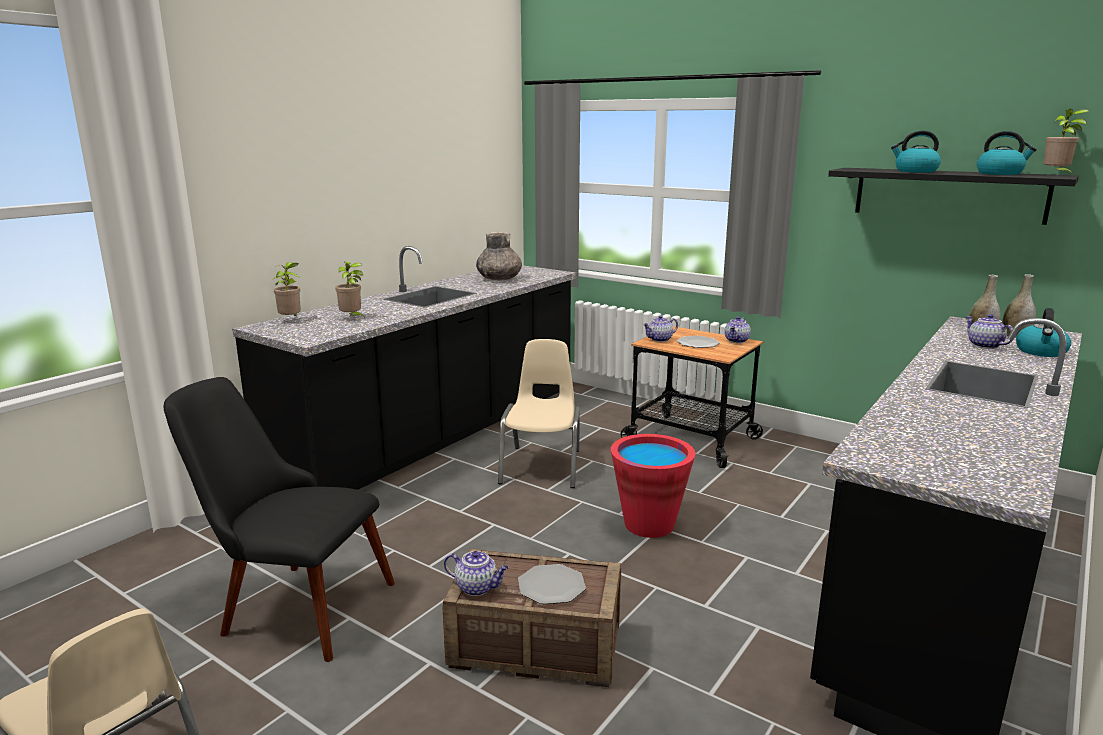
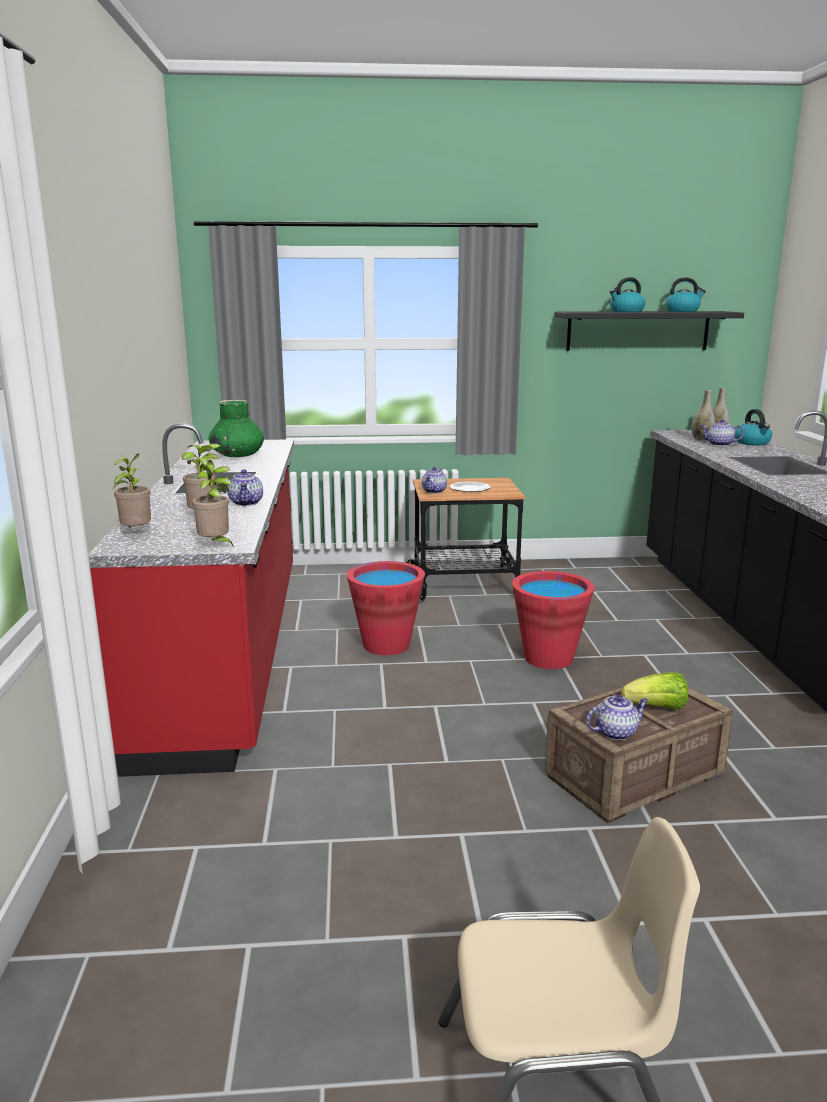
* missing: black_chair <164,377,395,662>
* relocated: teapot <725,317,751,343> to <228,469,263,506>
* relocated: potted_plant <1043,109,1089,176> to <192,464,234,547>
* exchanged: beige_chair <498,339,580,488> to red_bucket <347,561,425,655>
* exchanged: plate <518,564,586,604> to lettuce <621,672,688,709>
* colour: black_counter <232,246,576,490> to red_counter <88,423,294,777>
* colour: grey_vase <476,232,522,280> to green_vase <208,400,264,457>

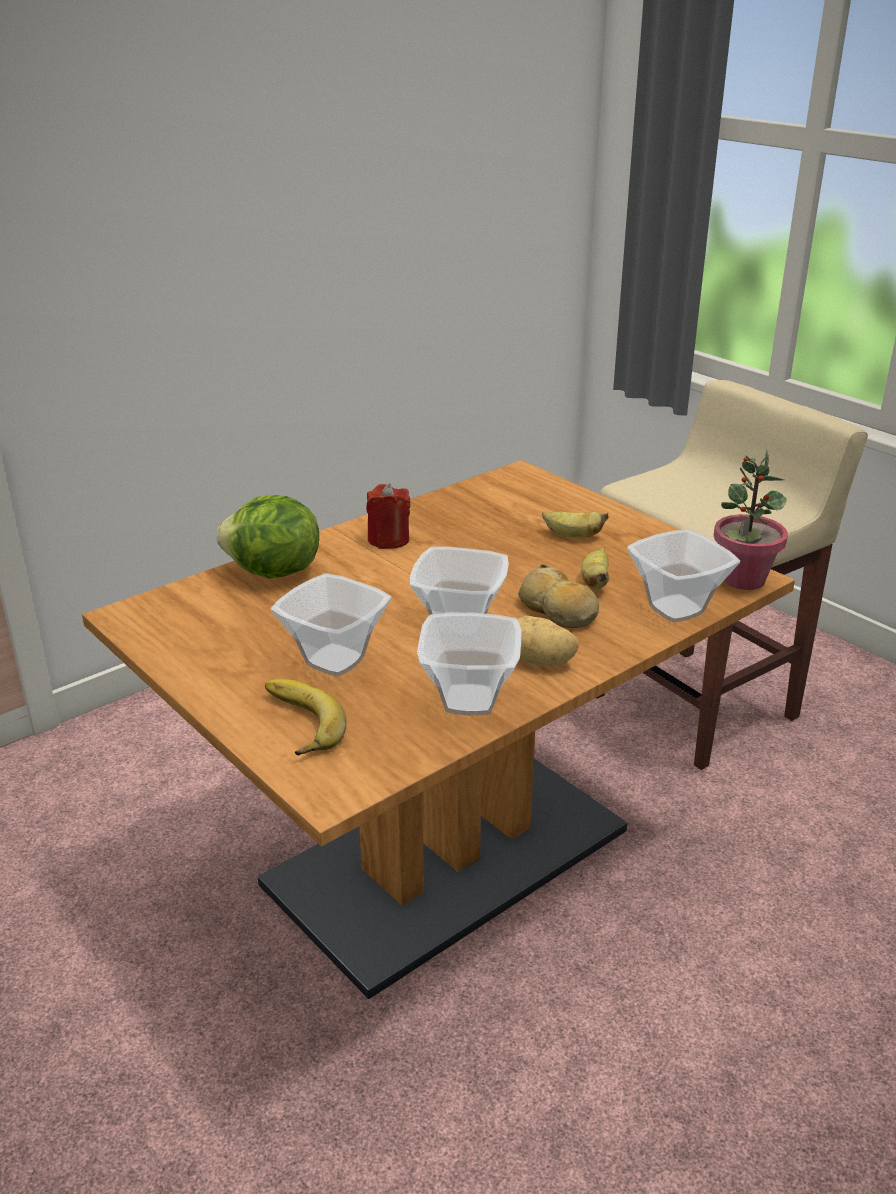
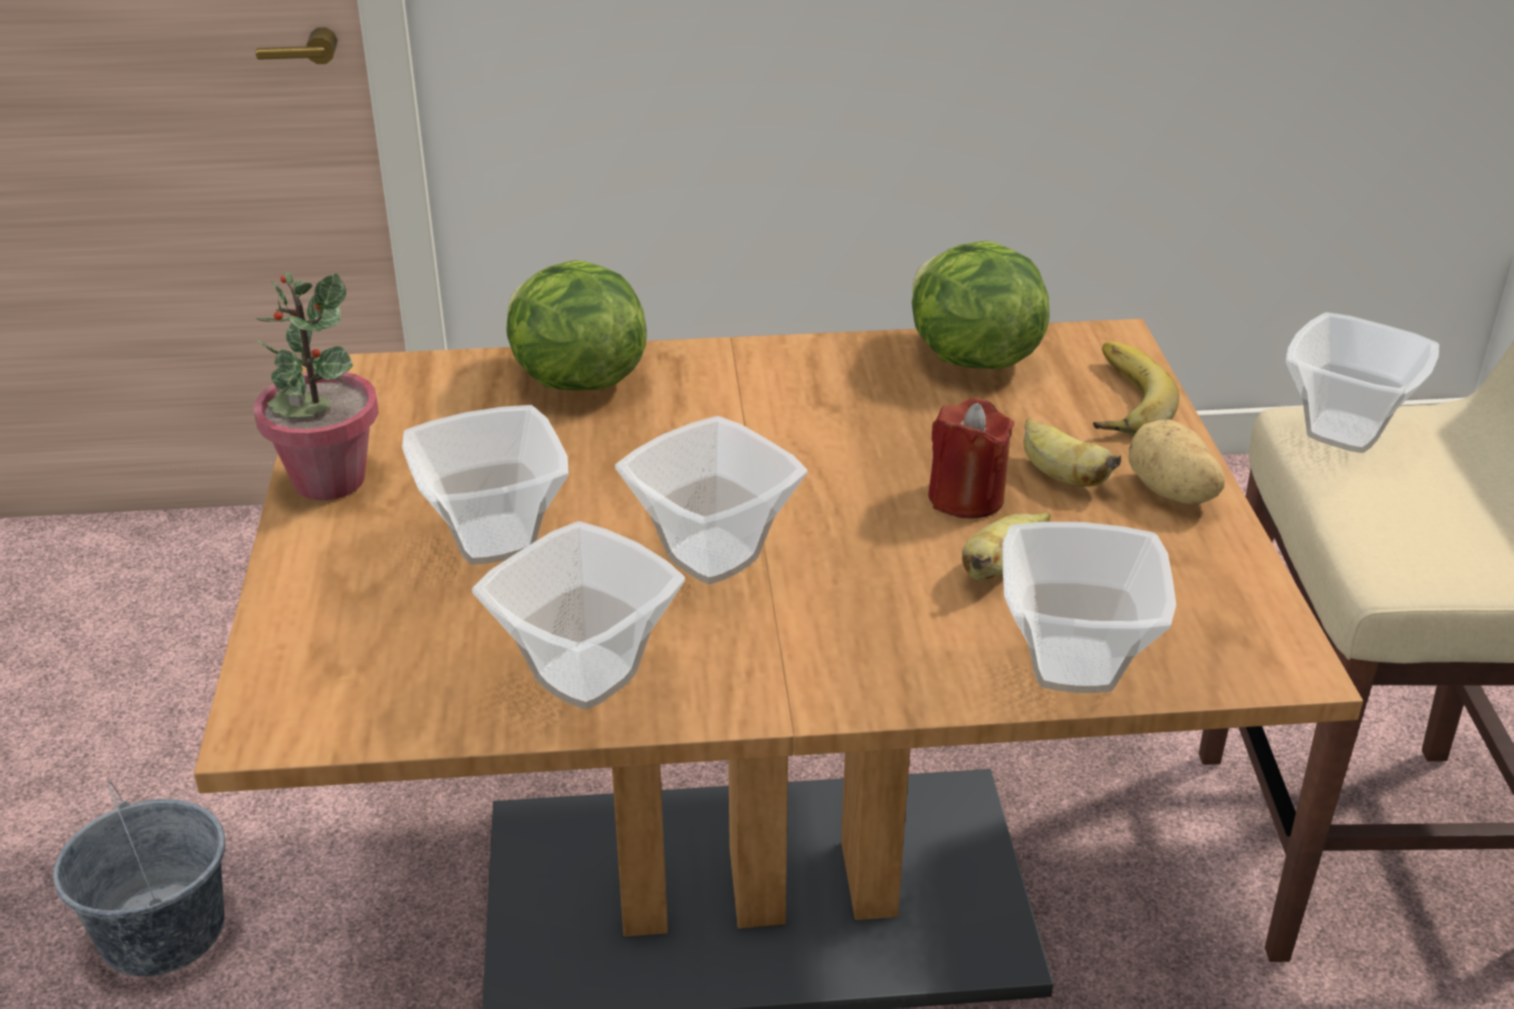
* missing: bread <518,564,599,628>
* appeared: grey_bucket <53,782,225,976>
* appeared: lettuce <912,241,1050,369>
* appeared: bowl <1286,312,1439,453>
* relocated: banana <265,679,346,756> to <1093,341,1179,436>
* relocated: red_candle <366,483,410,549> to <928,397,1014,519>
* relocated: potato <517,616,579,665> to <1129,419,1225,505>
* relocated: potted_plant <714,449,788,590> to <254,272,379,500>

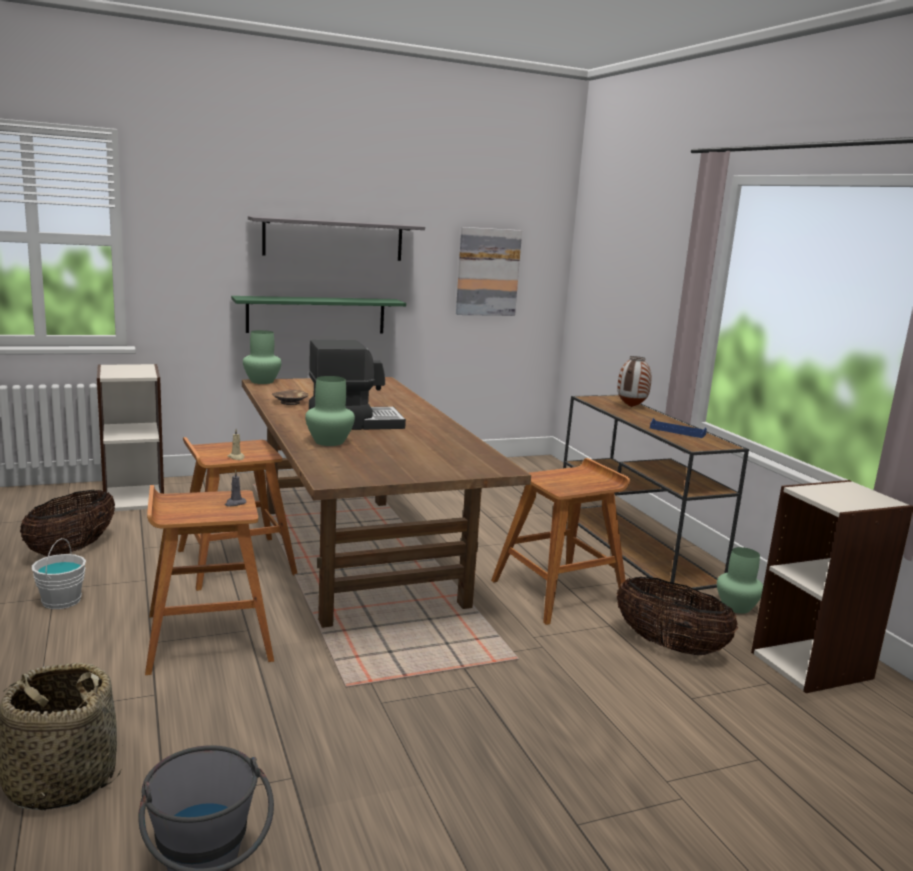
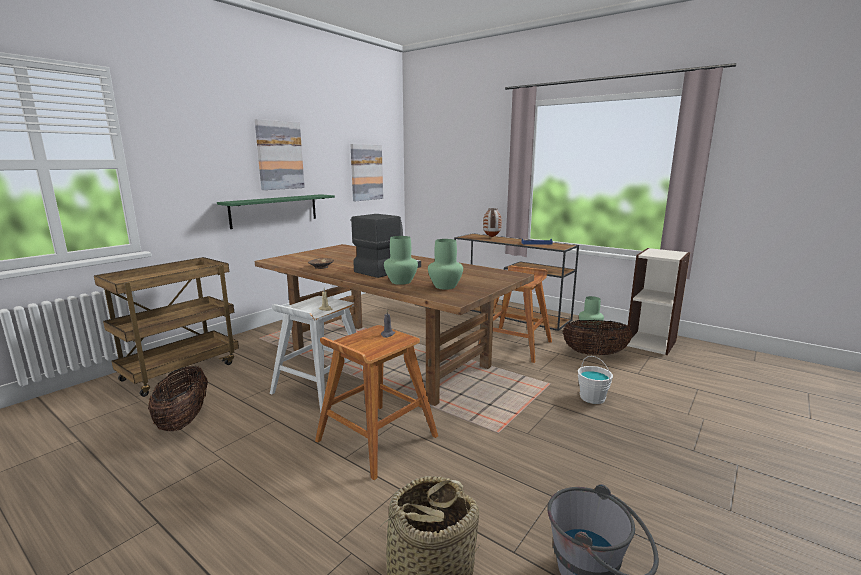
* relocated: white_bucket <32,538,86,609> to <578,356,613,404>
* relocated: green_vase <243,330,282,384> to <428,239,463,290>
* exchanged: bookcase <97,364,164,512> to brown_cart <94,257,239,397>
* exchanged: grey_shelf <248,216,425,261> to picture <255,119,305,190>
* colour: brown_stool <178,437,298,591> to white_stool <270,296,363,413>

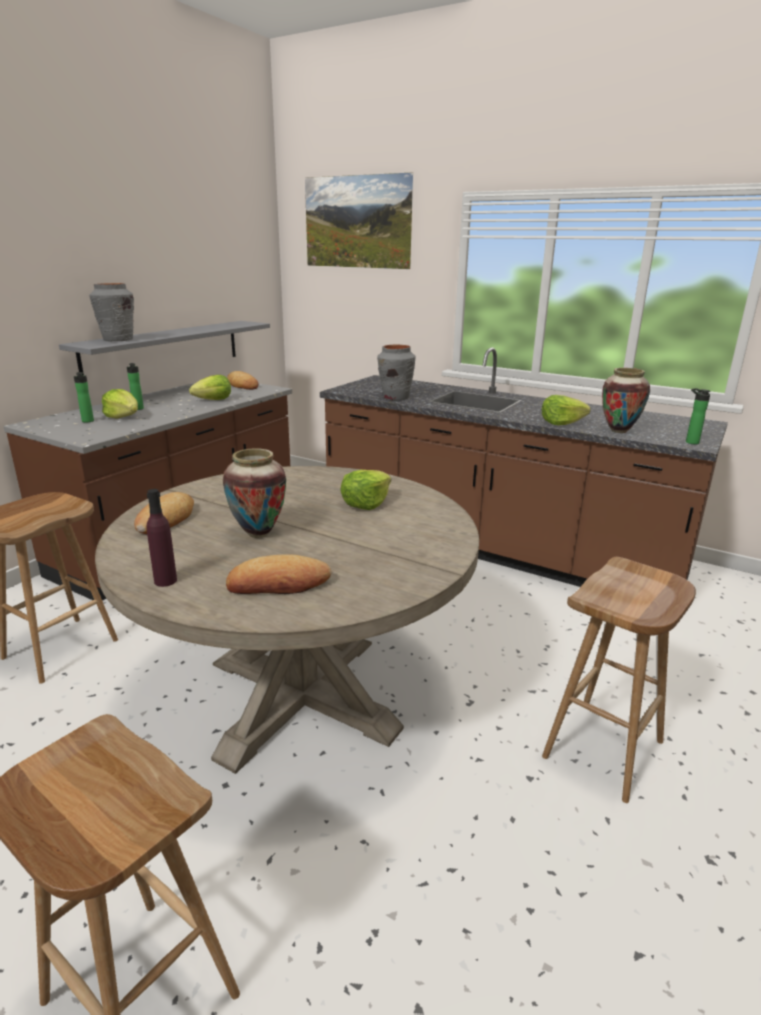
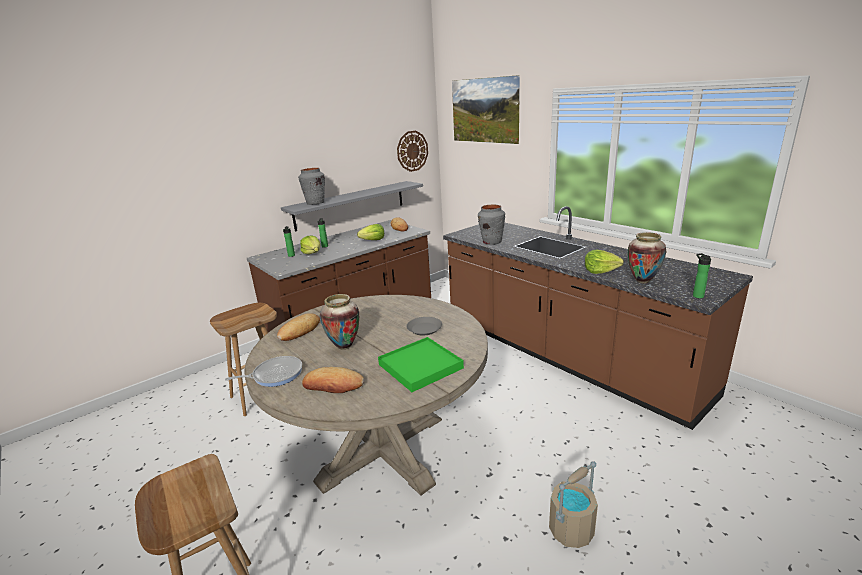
* appeared: green_tray <378,337,464,392>
* appeared: wall_clock <397,131,428,172>
* exchanged: purple_bottle <147,489,177,587> to frying_pan <225,356,302,387>
* exchanged: lettuce <340,470,391,510> to grey_plate <406,317,442,336>
* exchanged: brown_stool <542,557,696,803> to beige_bucket <549,461,598,548>

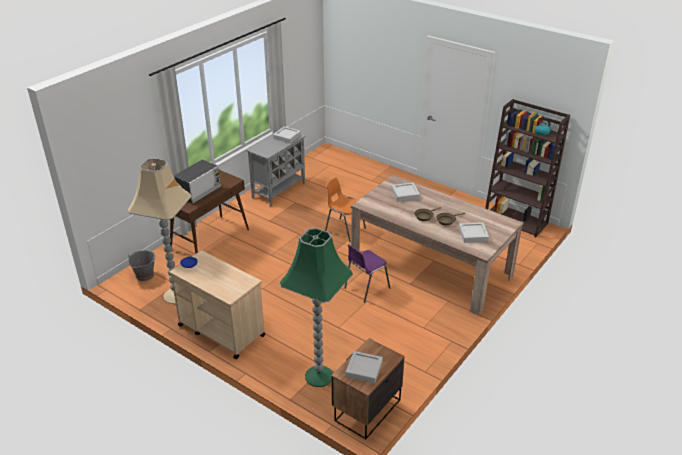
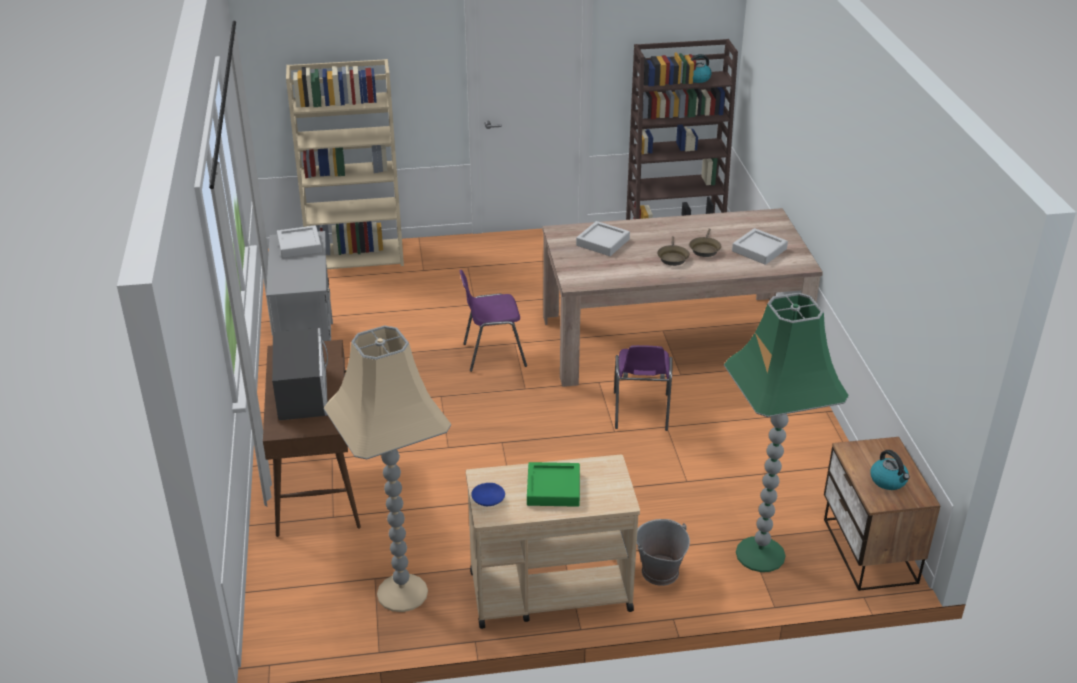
* appeared: beige_bookcase <286,59,404,269>
* appeared: green_tray <527,462,580,507>
* relocated: grey_bucket <128,250,156,281> to <637,519,690,586>
* exchanged: grey_tray <345,351,383,383> to kettle <870,450,910,490>
* colour: orange_chair <325,177,366,242> to purple_chair <459,270,527,372>

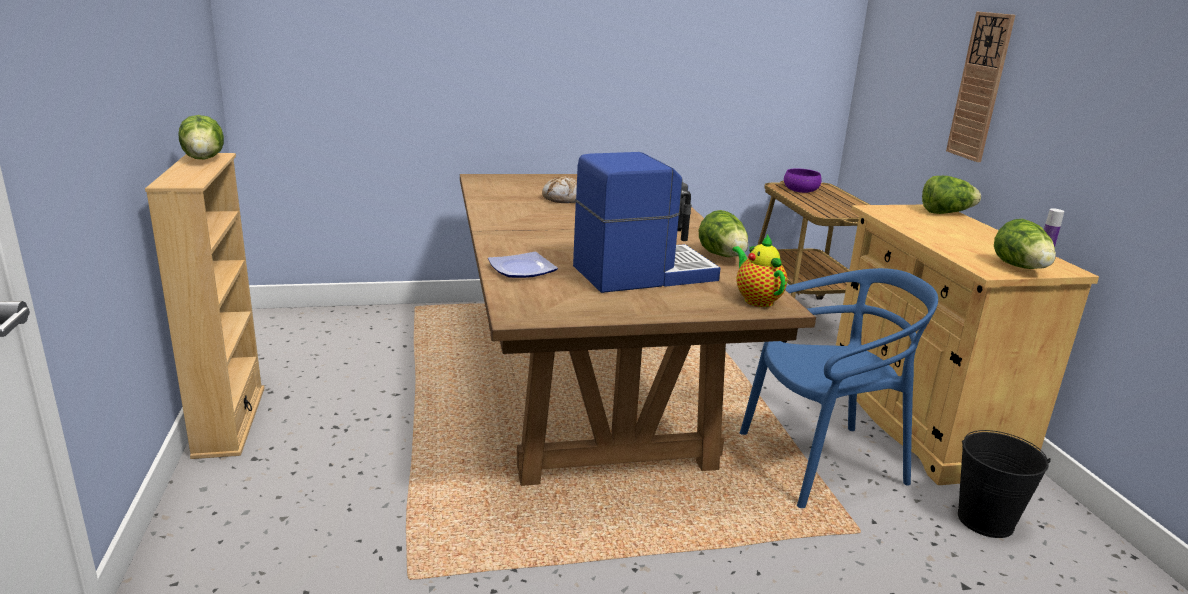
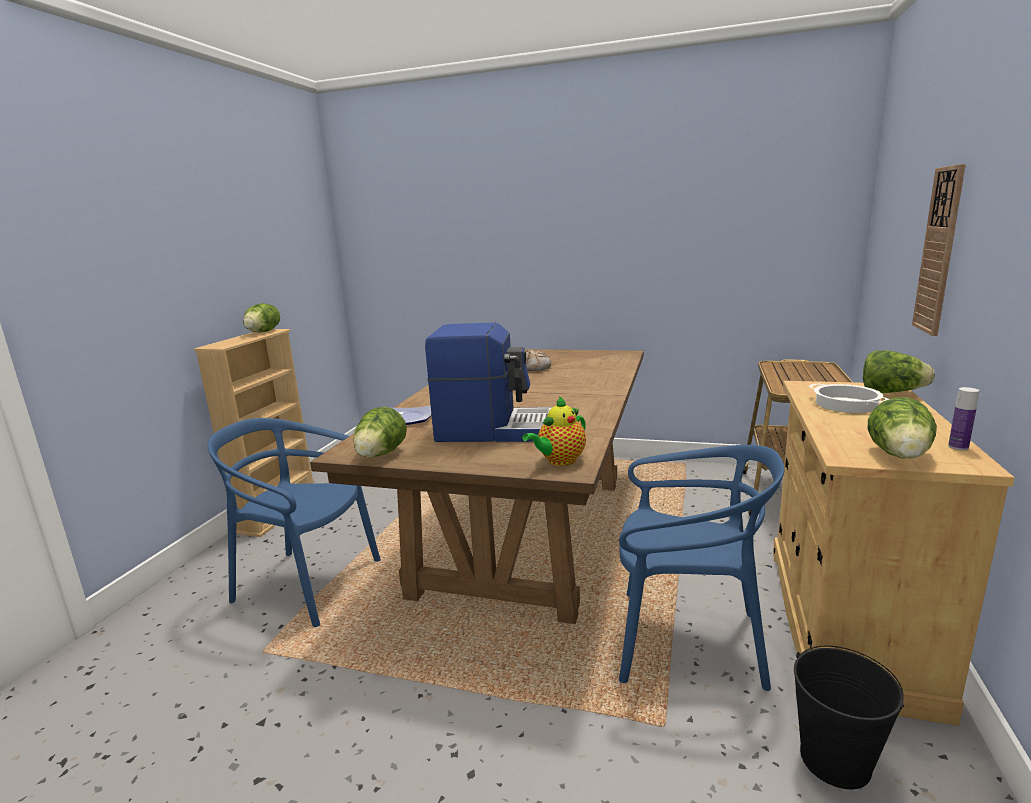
* missing: purple_bowl <784,169,822,193>
* appeared: blue_chair <208,418,381,627>
* appeared: cooking_pot <808,384,889,413>
* relocated: lettuce <699,210,748,257> to <353,407,407,457>
* spun: teapot <732,234,787,307> = <522,396,586,466> 135 degrees counterclockwise

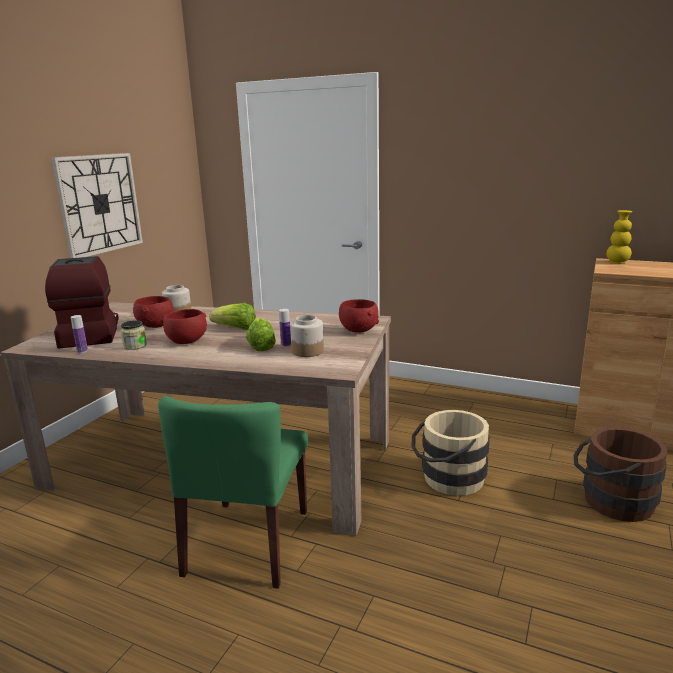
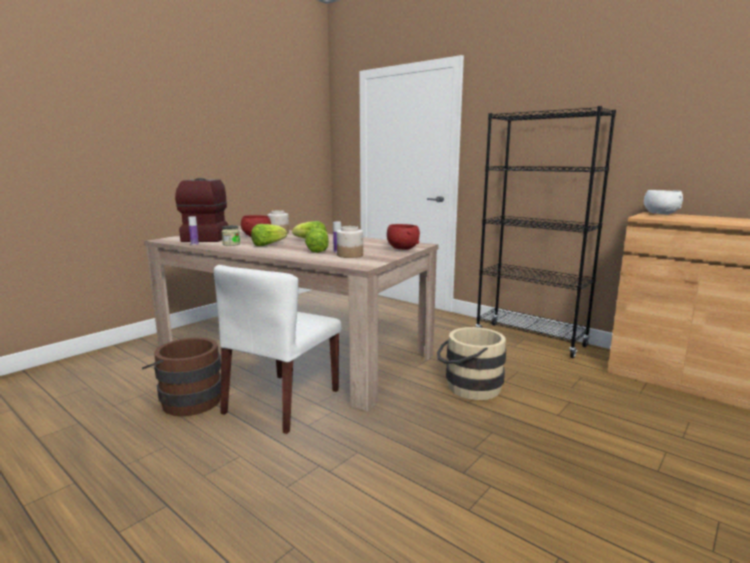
* missing: wall_clock <51,153,143,258>
* appeared: black_bookcase <476,106,616,358>
* relocated: brown_bucket <574,427,667,522> to <142,338,221,416>
* exchanged: red_bowl <163,309,207,344> to lettuce <251,224,287,246>
* exchanged: yellow_vase <606,210,632,264> to white_bowl <644,190,683,215>
* colour: green_chair <158,396,308,589> to white_chair <214,265,342,434>

